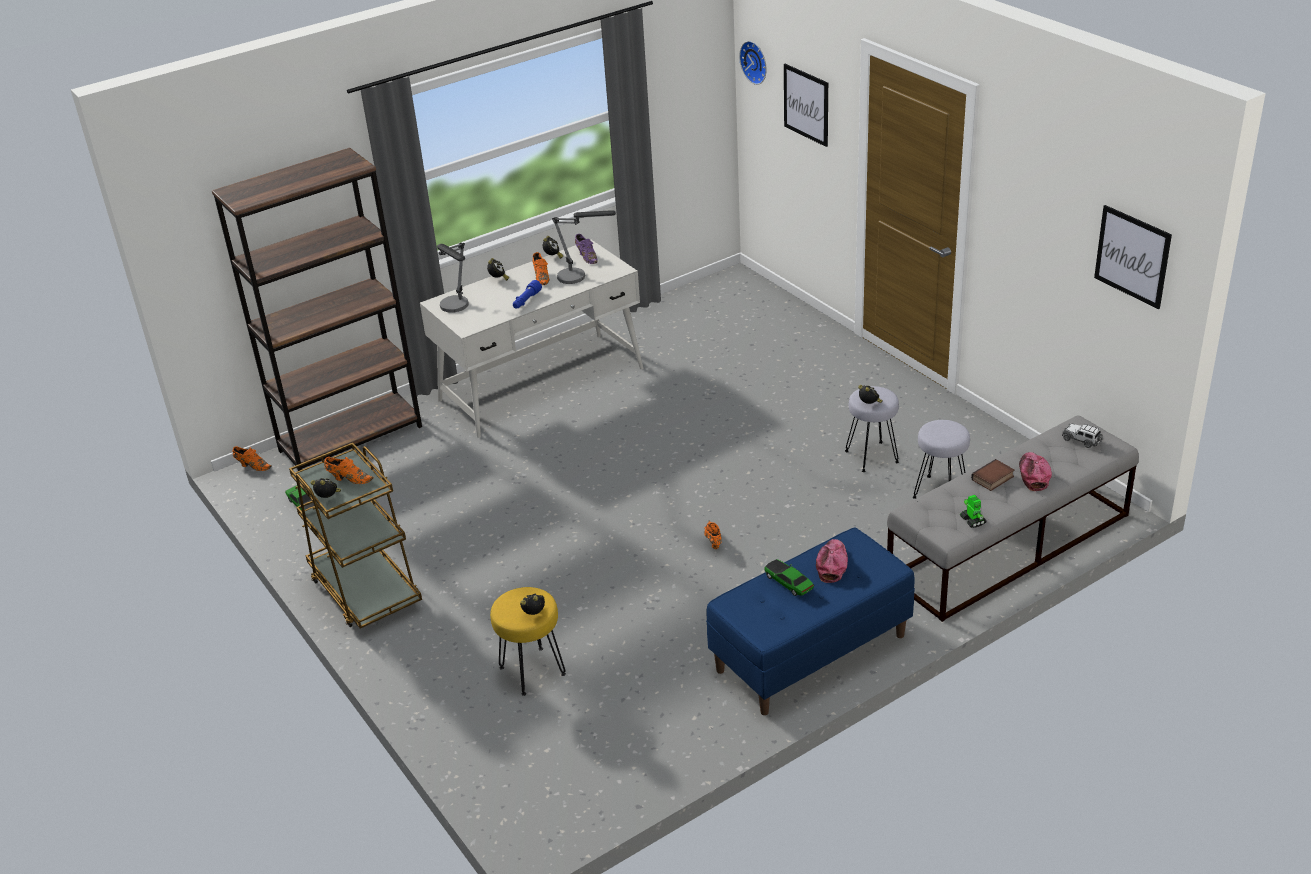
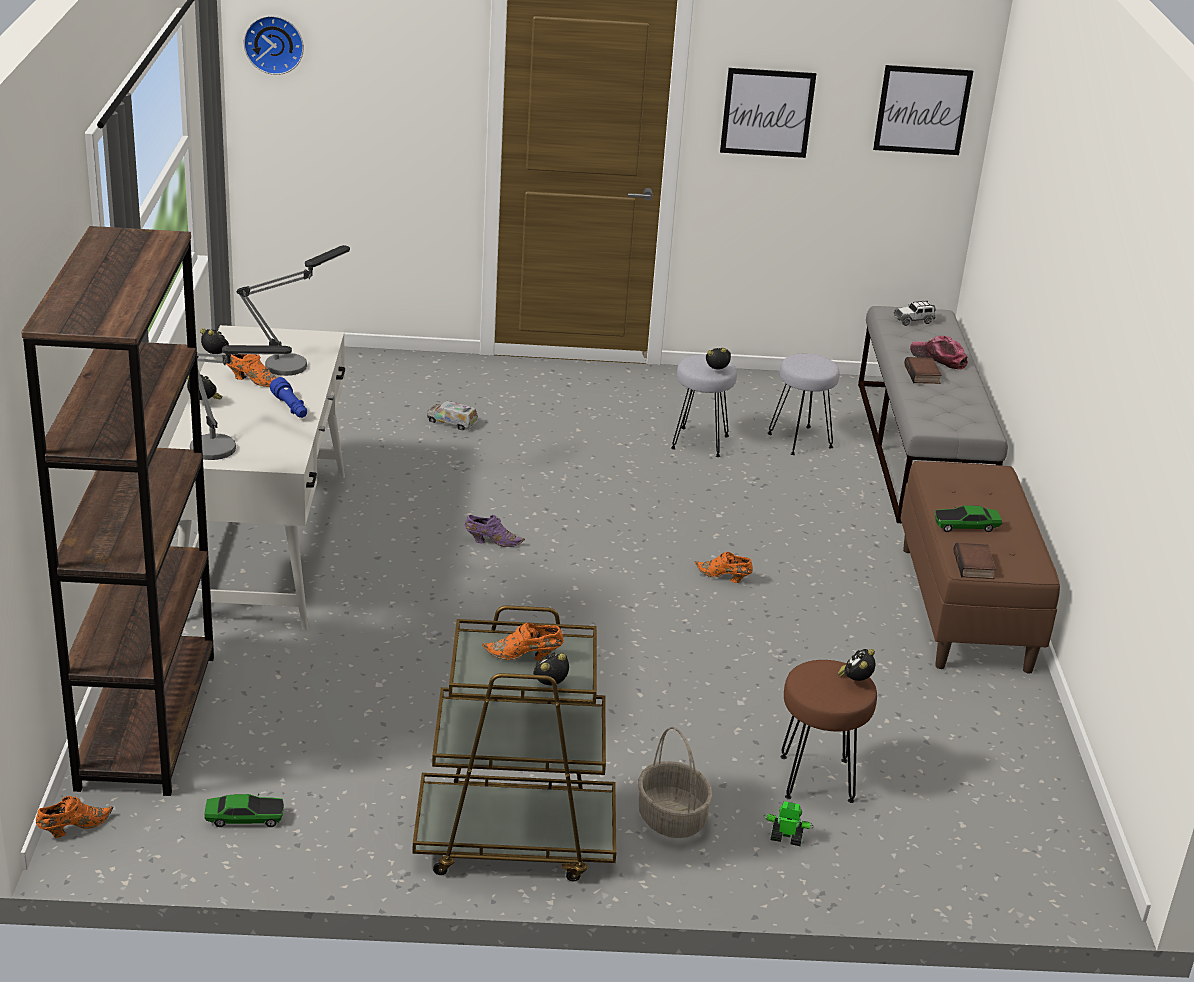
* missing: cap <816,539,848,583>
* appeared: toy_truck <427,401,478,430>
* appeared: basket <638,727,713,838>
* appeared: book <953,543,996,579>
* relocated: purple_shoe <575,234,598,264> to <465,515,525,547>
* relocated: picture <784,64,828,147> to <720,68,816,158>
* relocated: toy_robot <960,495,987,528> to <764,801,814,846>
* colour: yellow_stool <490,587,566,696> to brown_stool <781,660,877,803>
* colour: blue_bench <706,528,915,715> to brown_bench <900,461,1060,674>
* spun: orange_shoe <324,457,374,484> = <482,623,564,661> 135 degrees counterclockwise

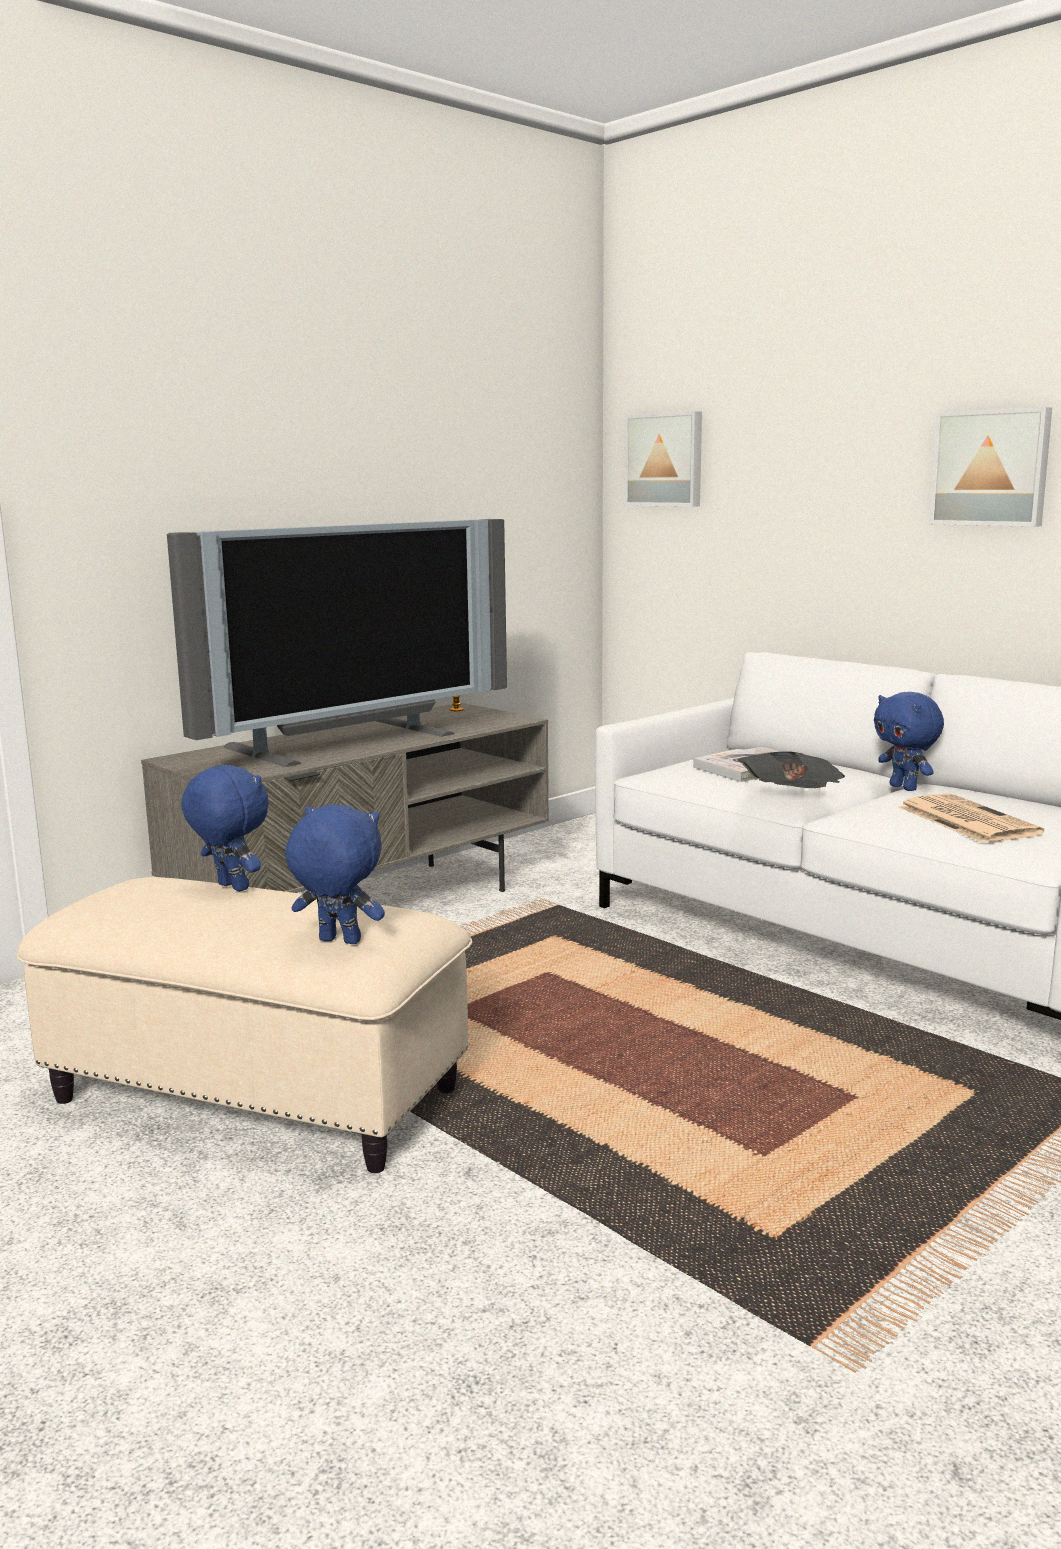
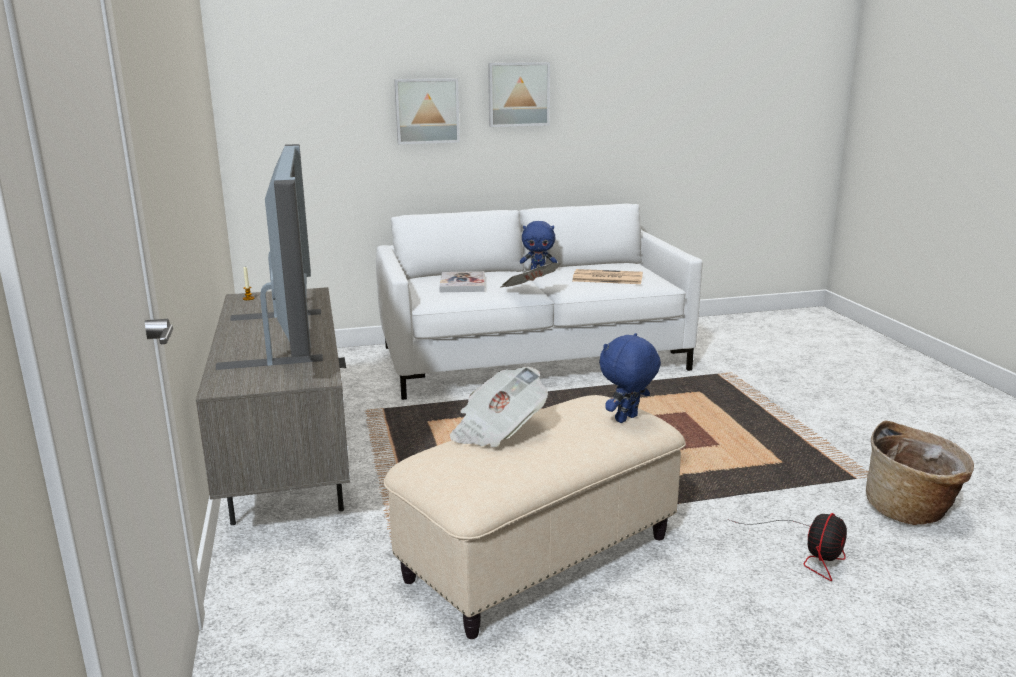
* appeared: fan <727,513,847,581>
* appeared: basket <866,421,974,525>
* relocated: picture <624,411,702,507> to <394,78,460,144>
* exchanged: blue_plush_toy <181,765,269,891> to newspaper <450,367,548,447>

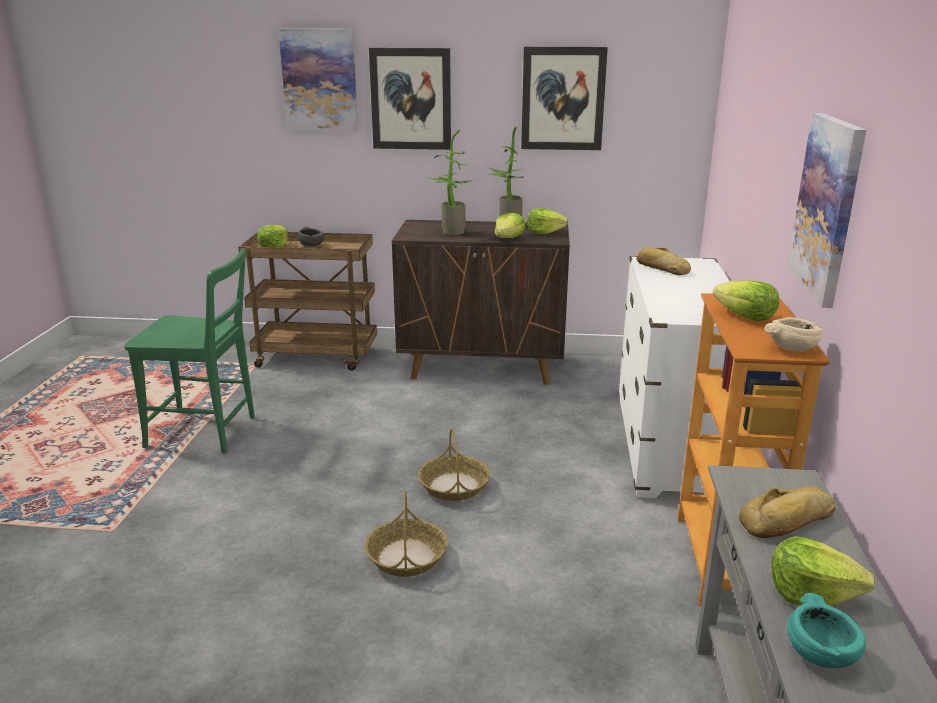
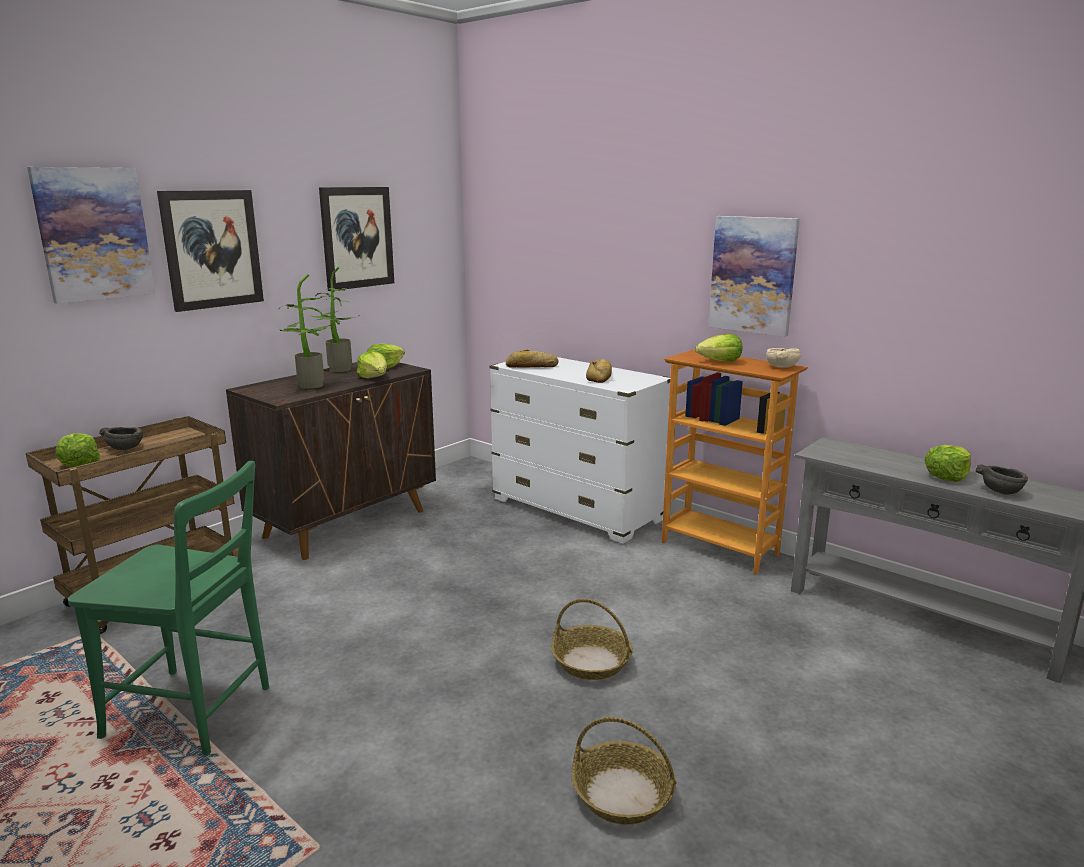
* relocated: basket <418,428,490,501> to <571,717,677,825>
* relocated: bread <739,486,836,538> to <586,359,612,383>
* colour: turquoise_bowl <787,593,866,668> to grey_bowl <976,465,1028,495>
* spun: green_chair <124,248,255,454> = <68,461,269,755> 60 degrees clockwise

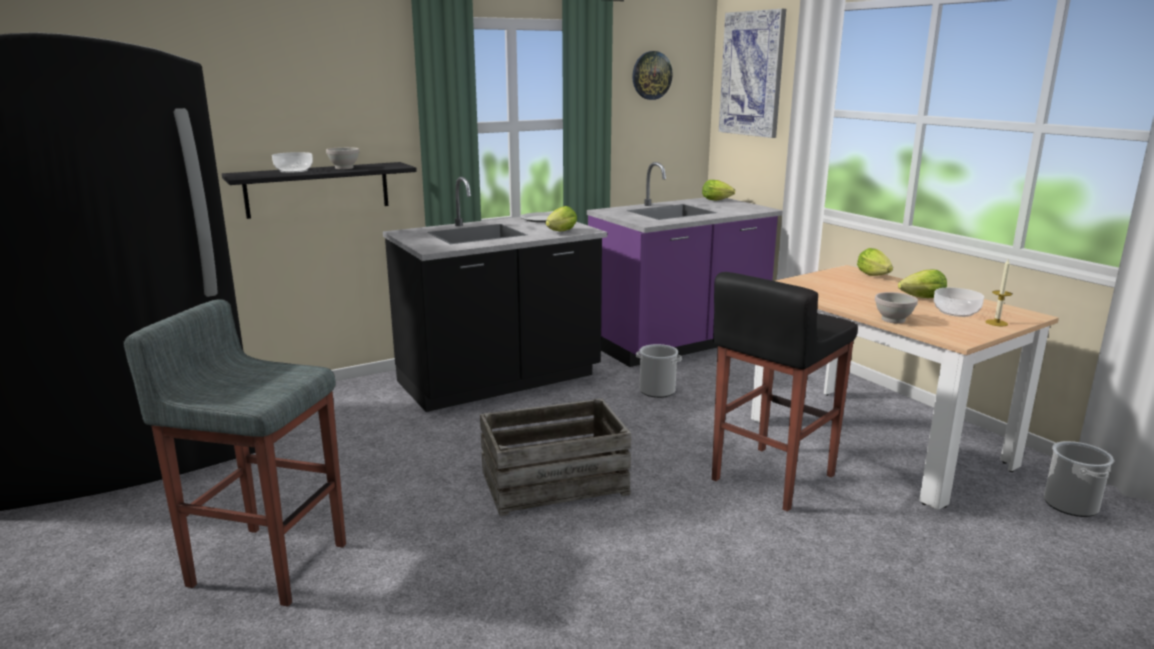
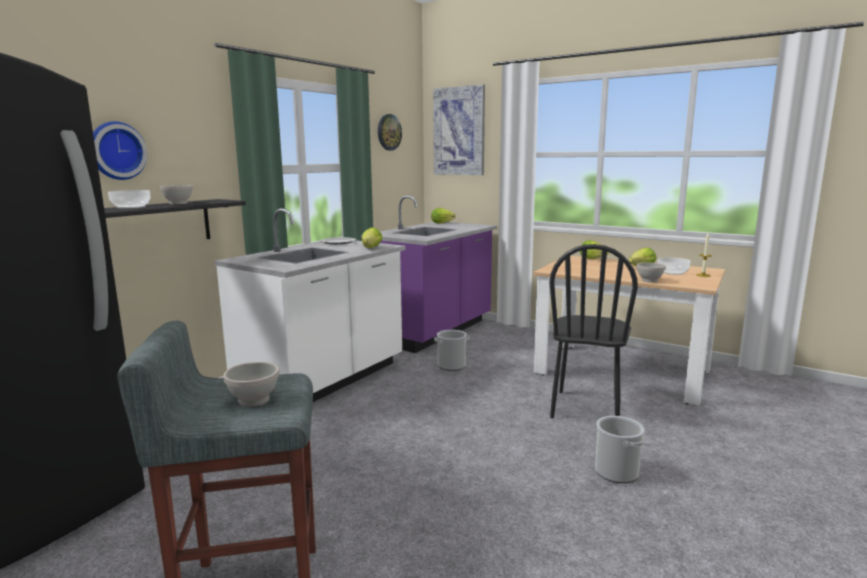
* missing: crate <480,398,631,516>
* appeared: wall_clock <93,121,147,180>
* appeared: white_bowl <223,362,279,407>
* relocated: bucket <1044,441,1114,517> to <595,416,644,483>
* exchanged: black_stool <712,272,858,512> to black_chair <549,244,638,418>
* colour: black_counter <383,177,607,412> to white_counter <215,208,405,402>

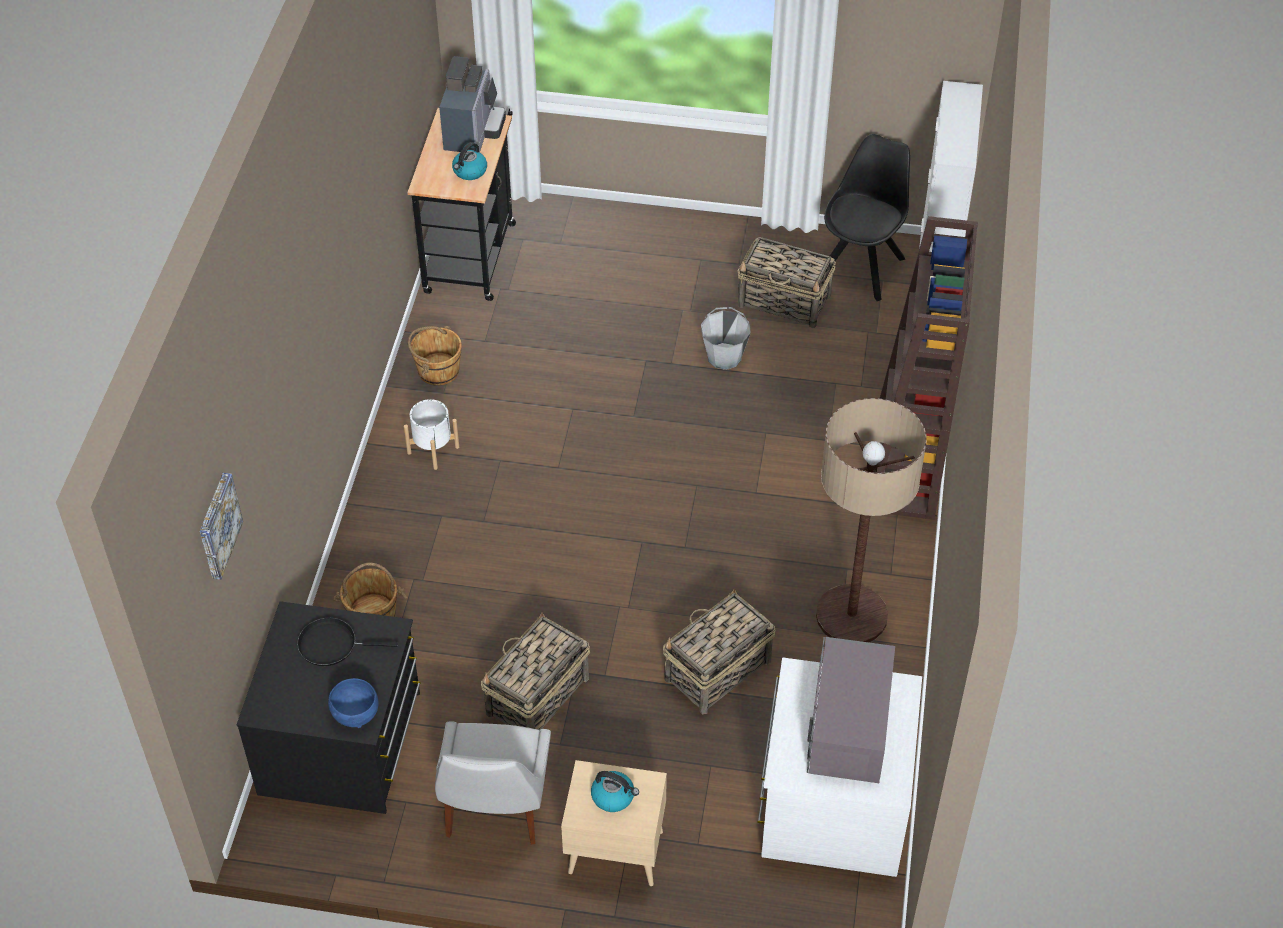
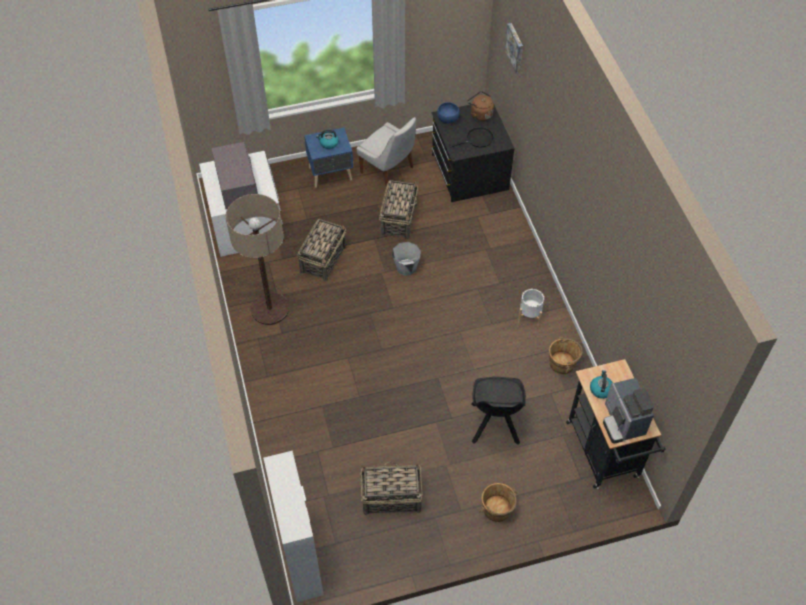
* missing: brown_bookcase <877,216,978,520>
* appeared: brown_kettle <467,91,494,121>
* relocated: brown_bucket <333,563,407,617> to <479,483,517,522>
* relocated: grey_bucket <701,307,751,370> to <392,242,421,276>
* relocated: black_chair <824,134,910,301> to <471,377,526,445>
* colour: beige_nightstand <561,760,667,886> to blue_nightstand <304,128,353,188>
* spun: white_chair <435,721,551,845> = <357,117,416,189> 150 degrees clockwise

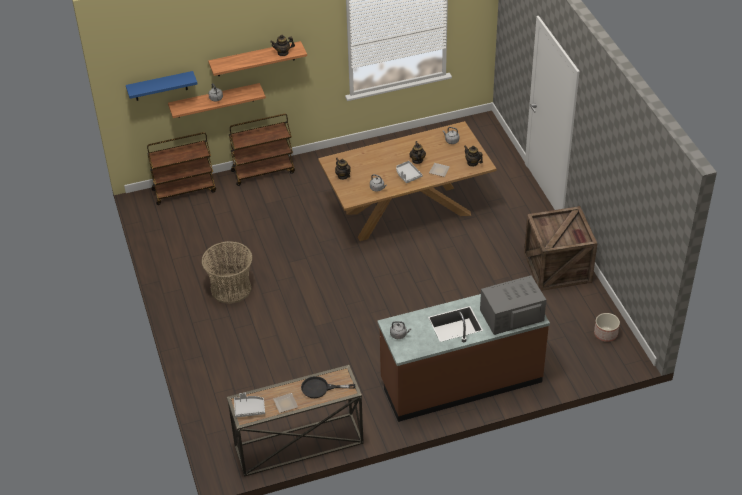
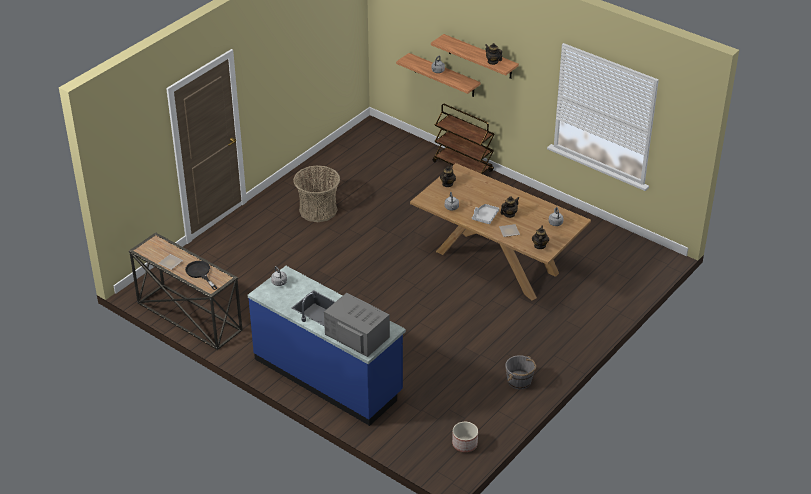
* missing: blue_shelf <126,71,197,101>
* missing: brown_cart <147,132,216,205>
* missing: grey_tray <234,393,265,417>
* exchanged: crate <524,206,597,291> to grey_bucket <505,355,536,389>
* colour: brown_counter <377,294,550,422> to blue_counter <248,266,406,426>

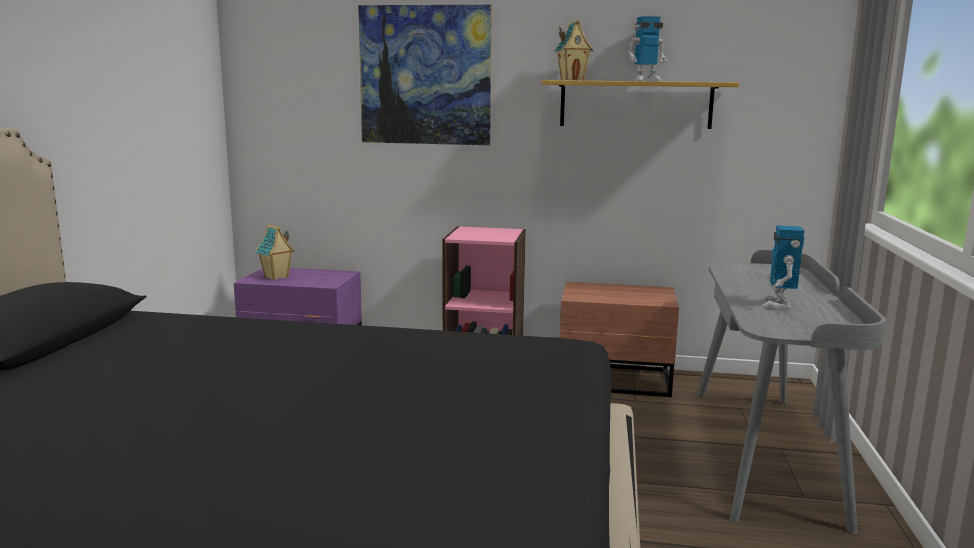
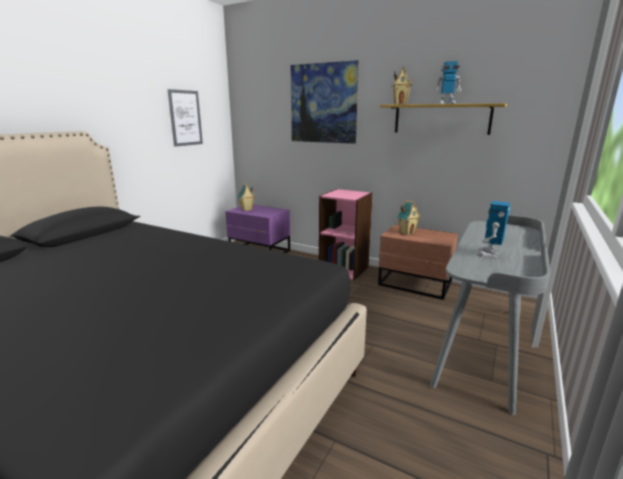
* appeared: picture <168,89,203,147>
* appeared: toy_house <397,200,421,235>

